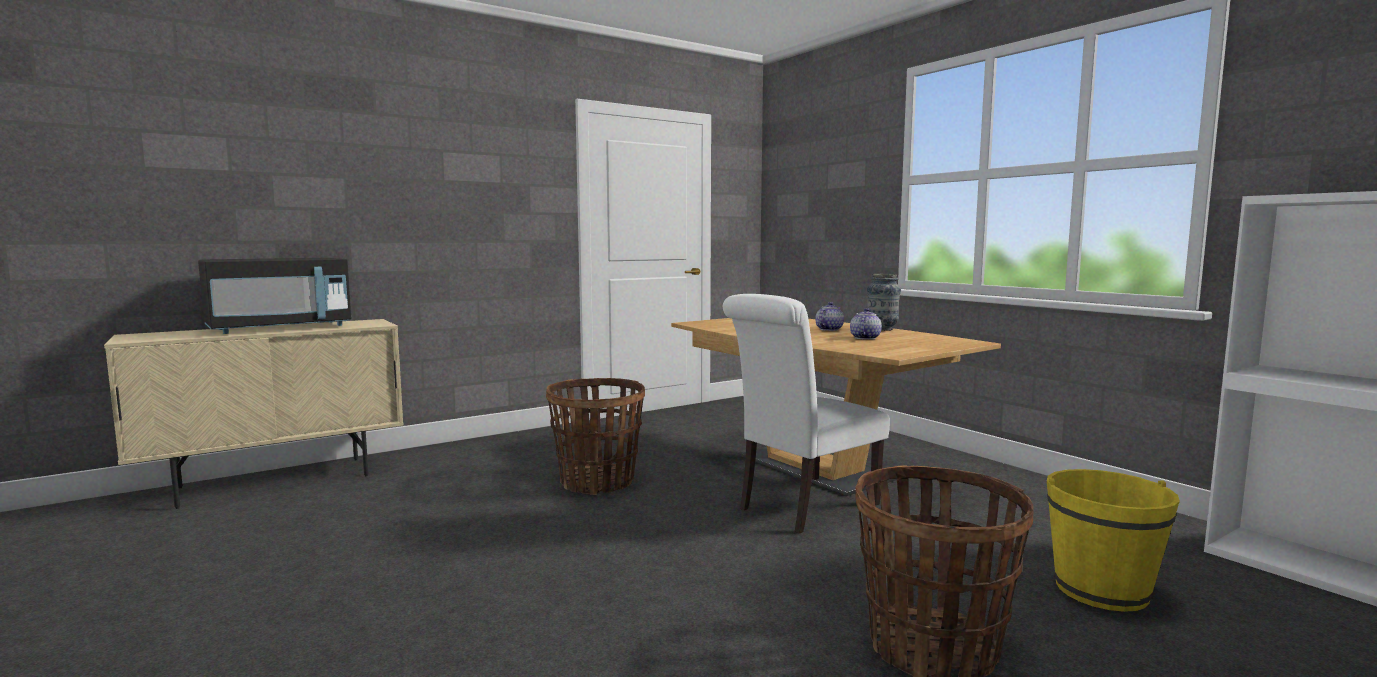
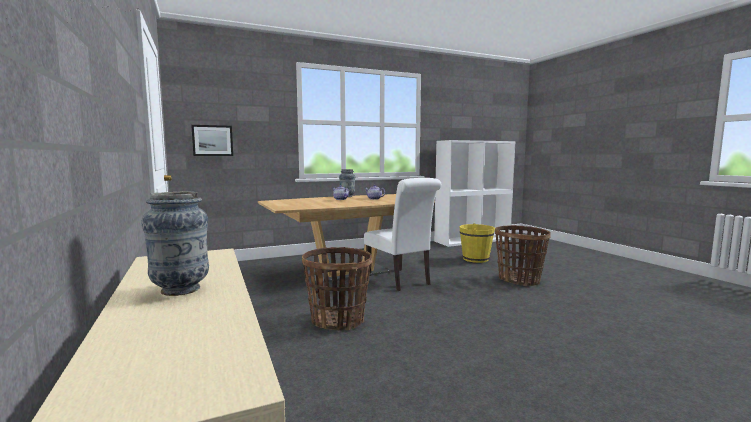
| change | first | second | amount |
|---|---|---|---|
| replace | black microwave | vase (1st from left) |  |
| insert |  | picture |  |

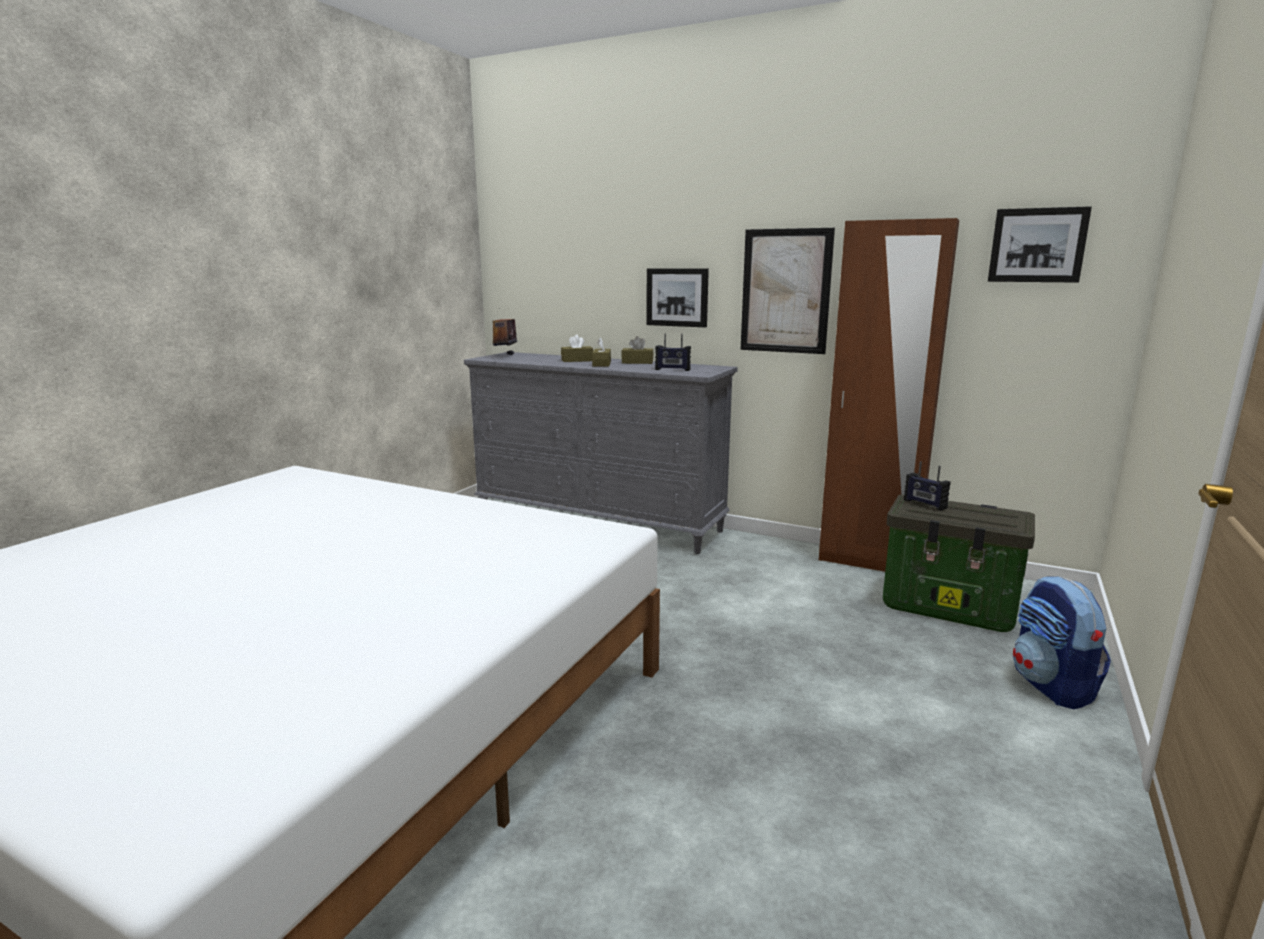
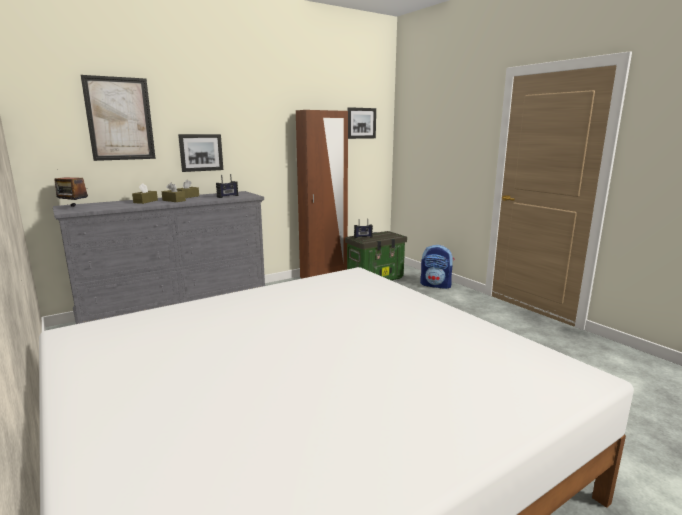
| change | first | second | amount |
|---|---|---|---|
| move | picture (2nd from left in the first image) | picture (1st from left) |  |

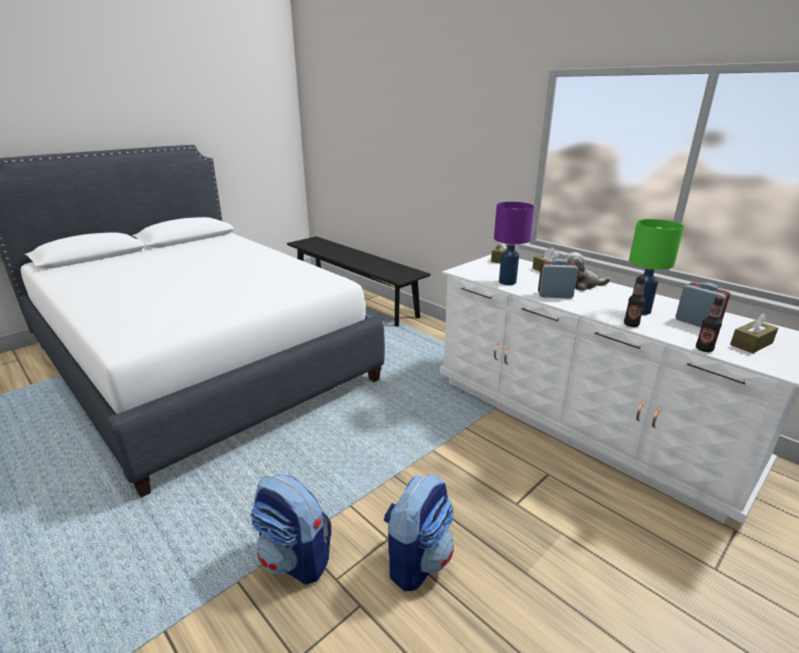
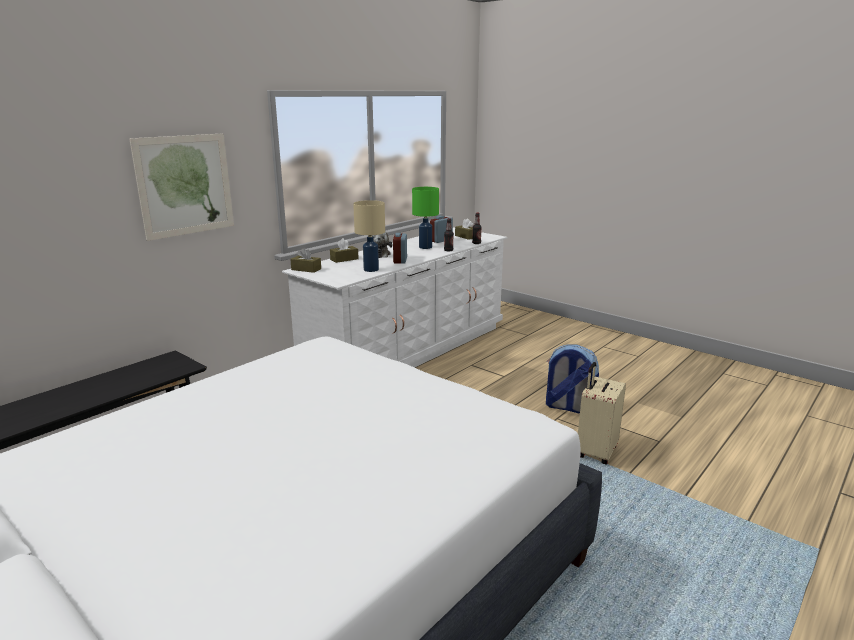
| change | first | second | amount |
|---|---|---|---|
| recolor | purple table lamp | beige table lamp |  |
| replace | backpack (1st from left) | beige suitcase |  |
| insert |  | picture |  |

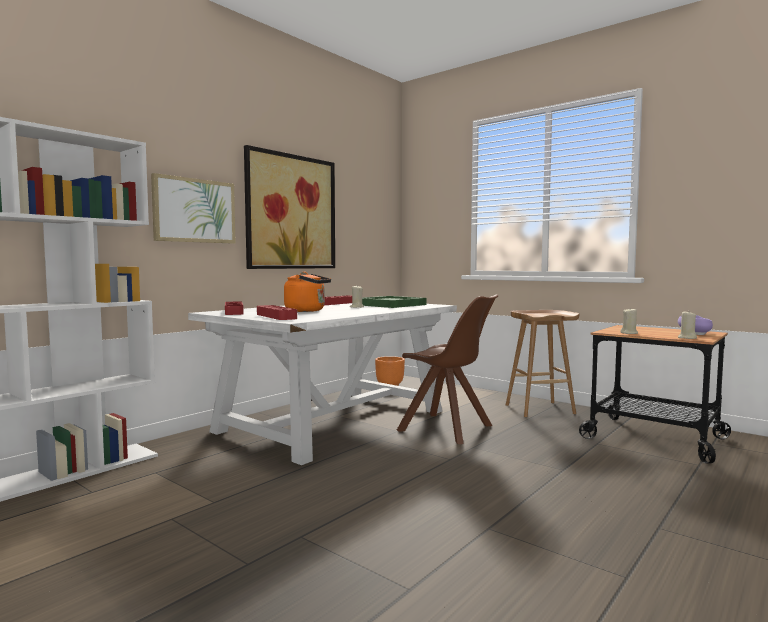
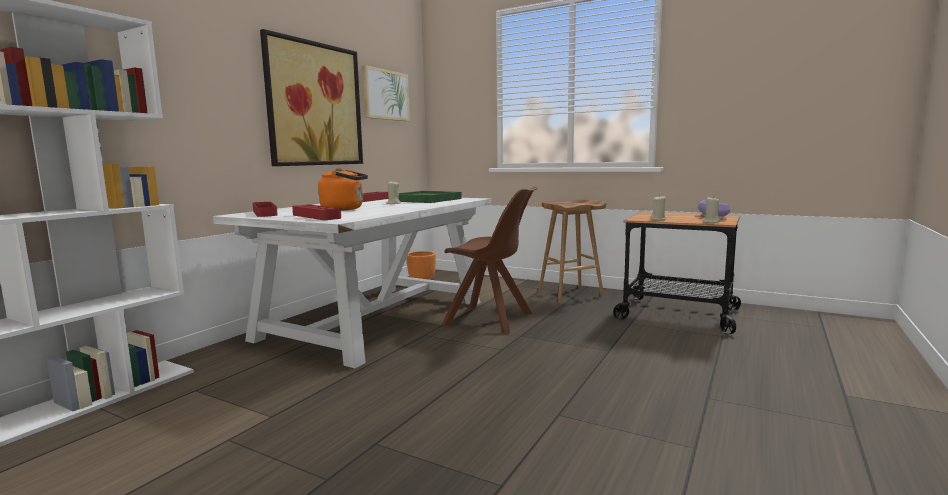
| change | first | second | amount |
|---|---|---|---|
| move | picture (1st from left in the first image) | picture (2nd from left) |  |

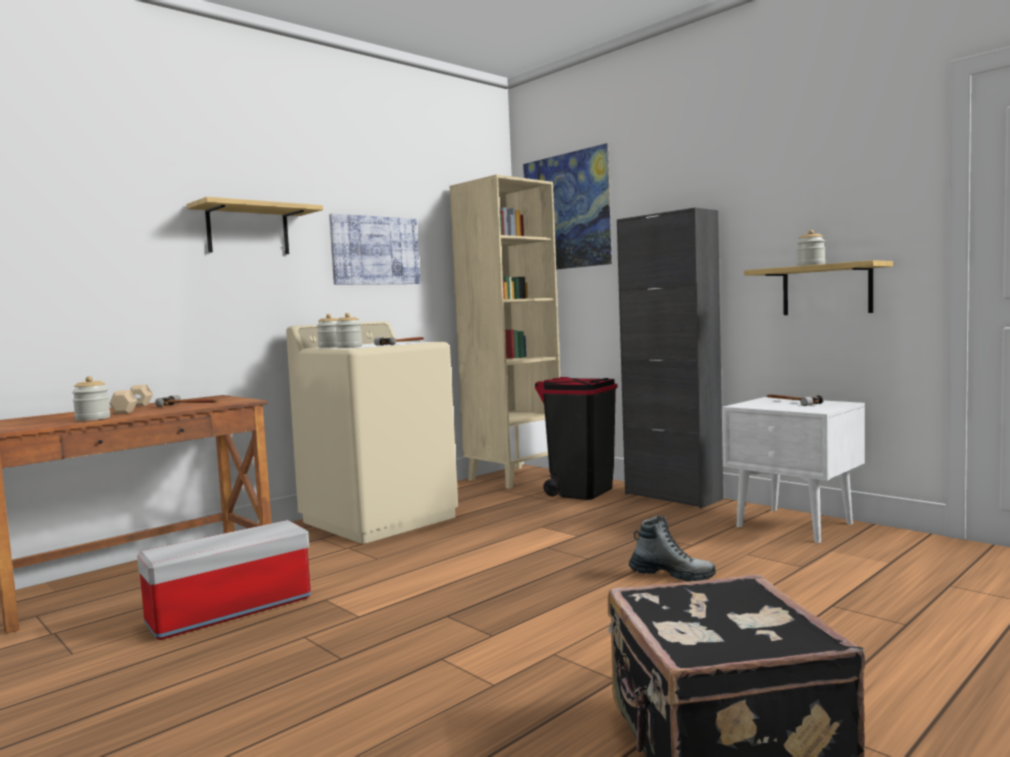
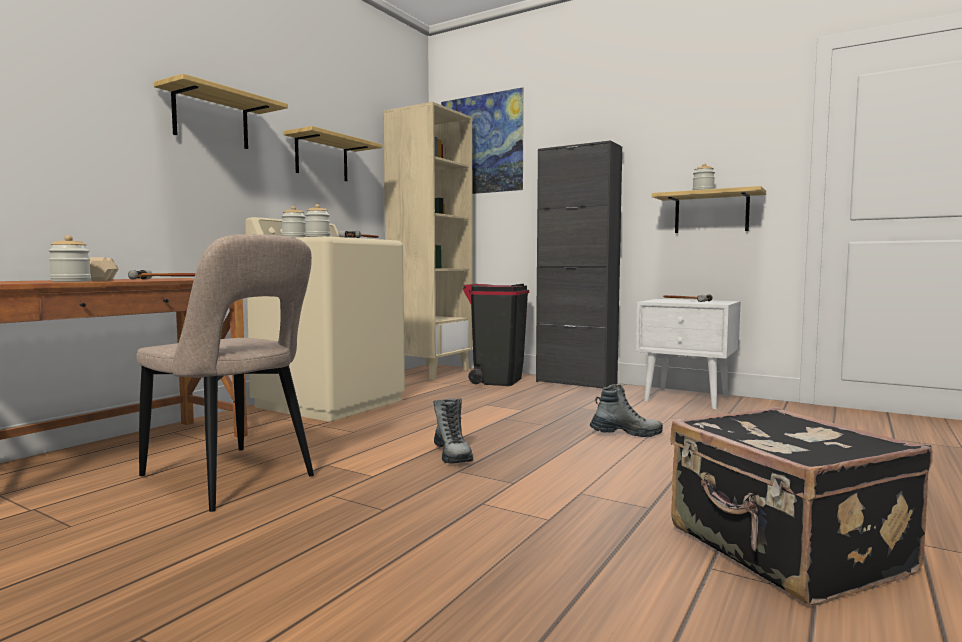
| change | first | second | amount |
|---|---|---|---|
| replace | picture (1st from left) | shelf (2nd from left) |  |
| replace | storage box | beige chair |  |
| insert |  | boot (1st from left) |  |

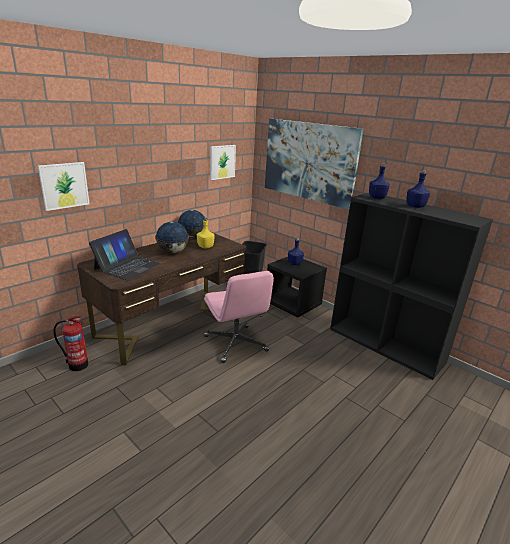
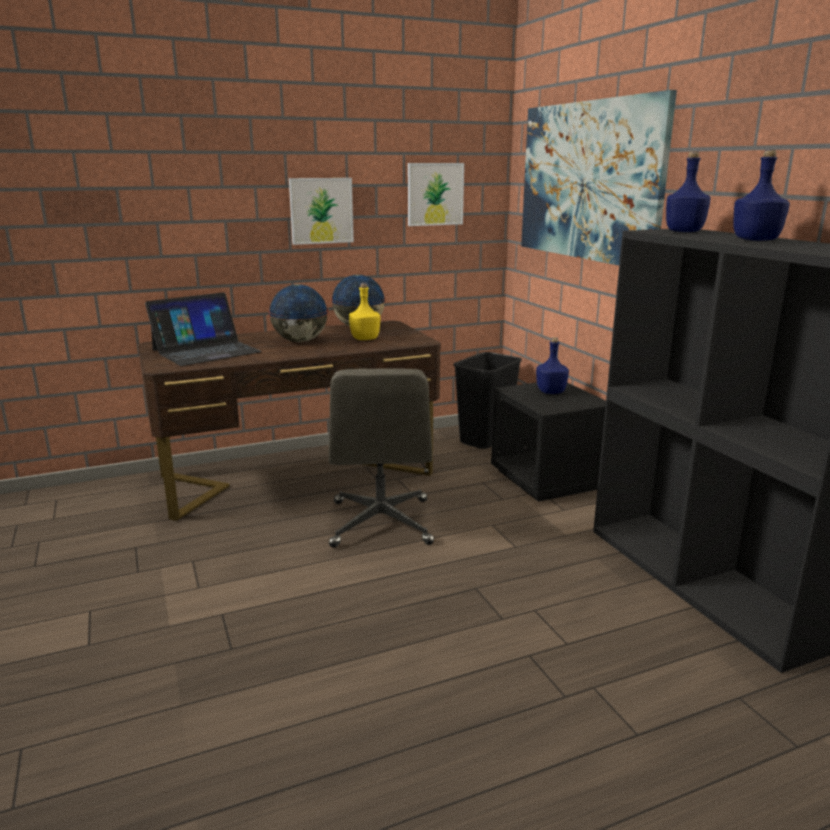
| change | first | second | amount |
|---|---|---|---|
| move | picture (1st from left) |  |  |
| recolor | pink office chair | grey office chair |  |
| delete | fire extinguisher |  |  |

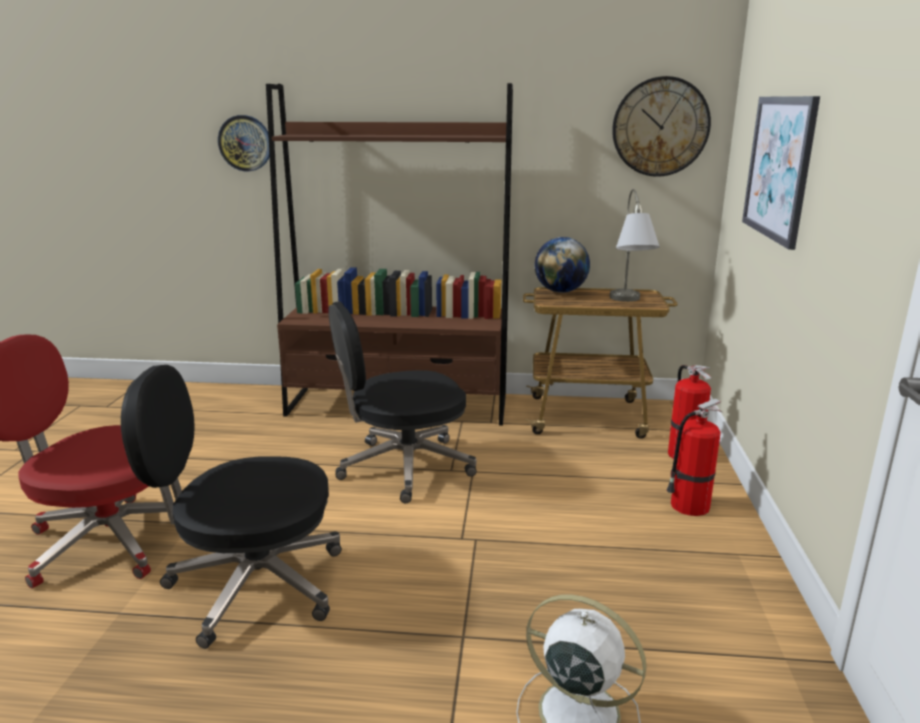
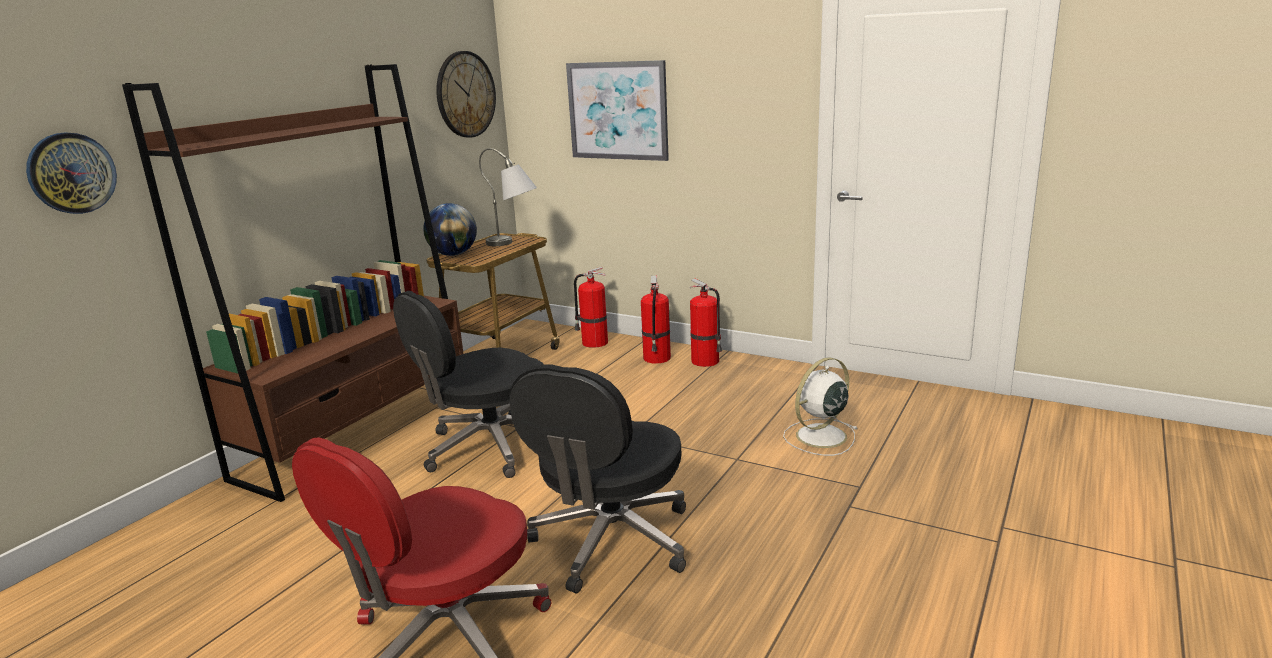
| change | first | second | amount |
|---|---|---|---|
| rotate | black office chair (2nd from left in the first image) | black office chair (1st from left) | 45 degrees clockwise |
| insert |  | fire extinguisher (3rd from left) |  |

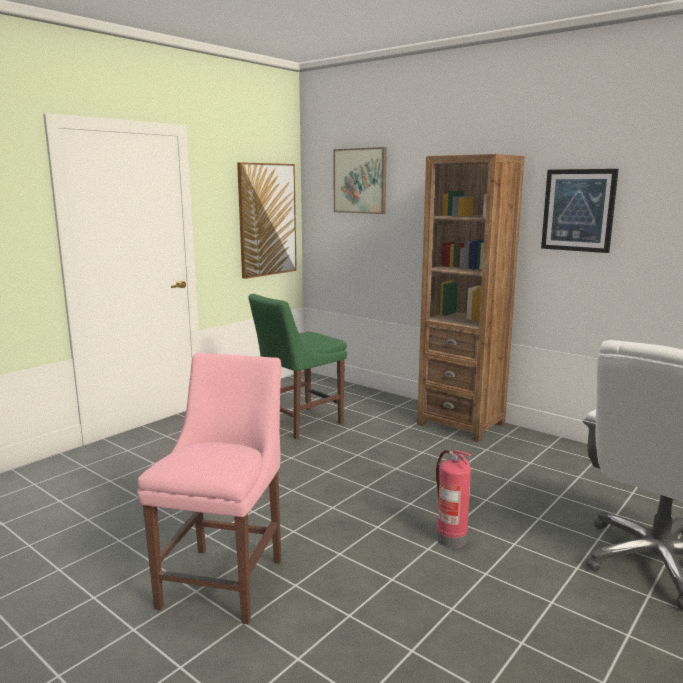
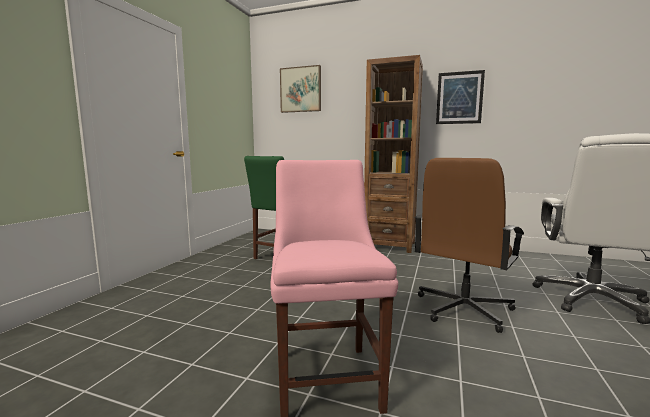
| change | first | second | amount |
|---|---|---|---|
| delete | picture (1st from left) |  |  |
| replace | fire extinguisher | brown office chair |  |

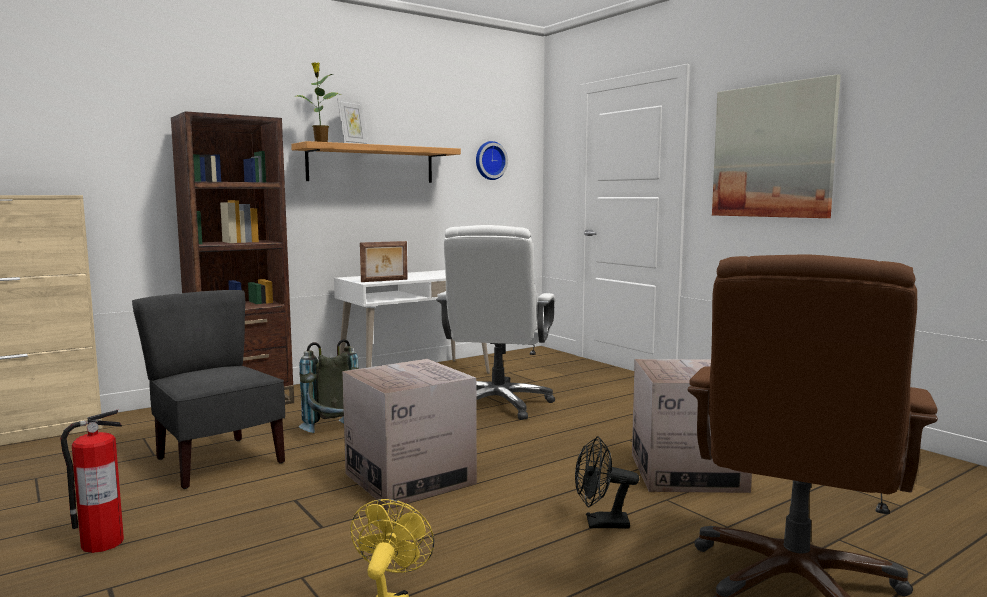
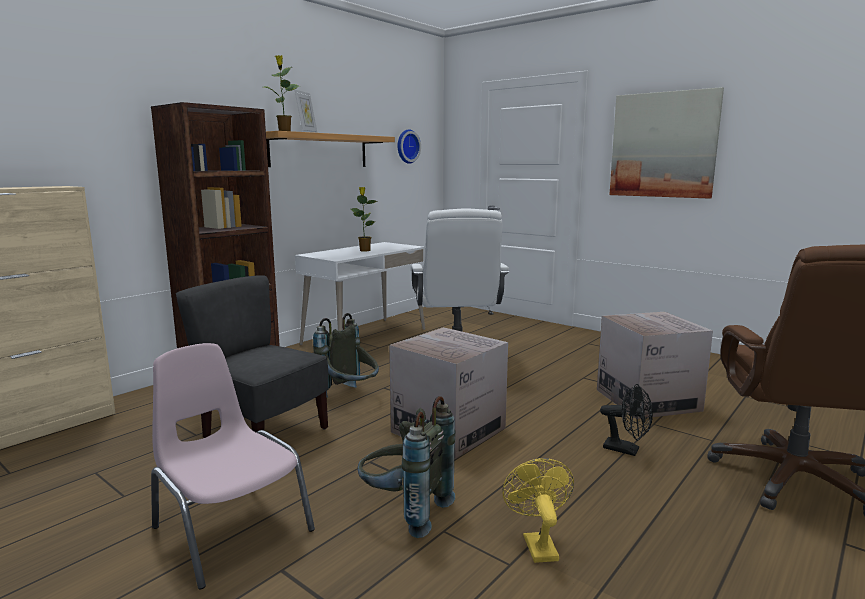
| change | first | second | amount |
|---|---|---|---|
| delete | picture frame (2nd from left) |  |  |
| replace | fire extinguisher | pink chair |  |
| rotate | black fan |  | 135 degrees counterclockwise |
| insert |  | potted plant (2nd from left) |  |
| insert |  | grey backpack (2nd from left) |  |

